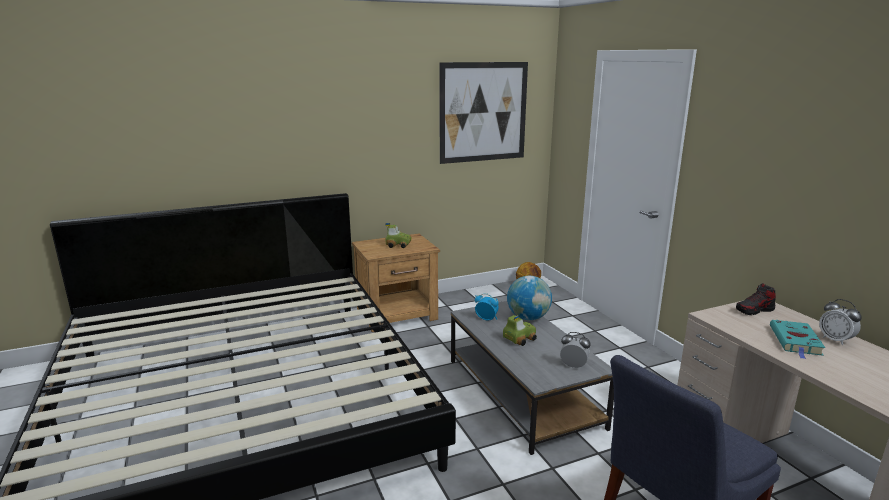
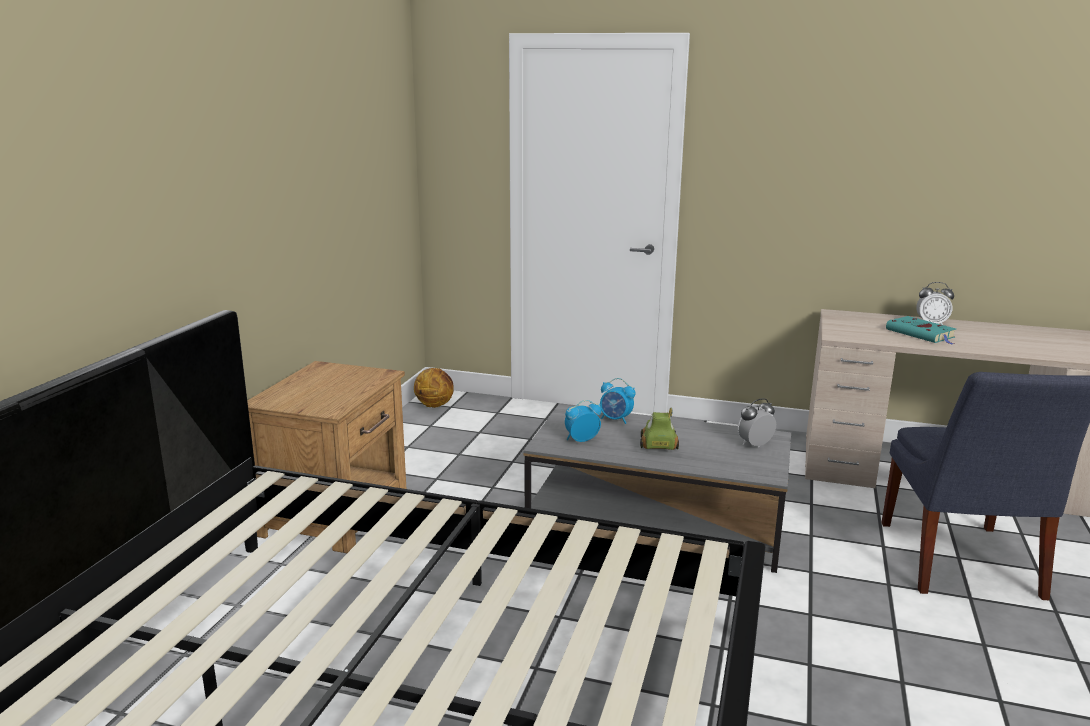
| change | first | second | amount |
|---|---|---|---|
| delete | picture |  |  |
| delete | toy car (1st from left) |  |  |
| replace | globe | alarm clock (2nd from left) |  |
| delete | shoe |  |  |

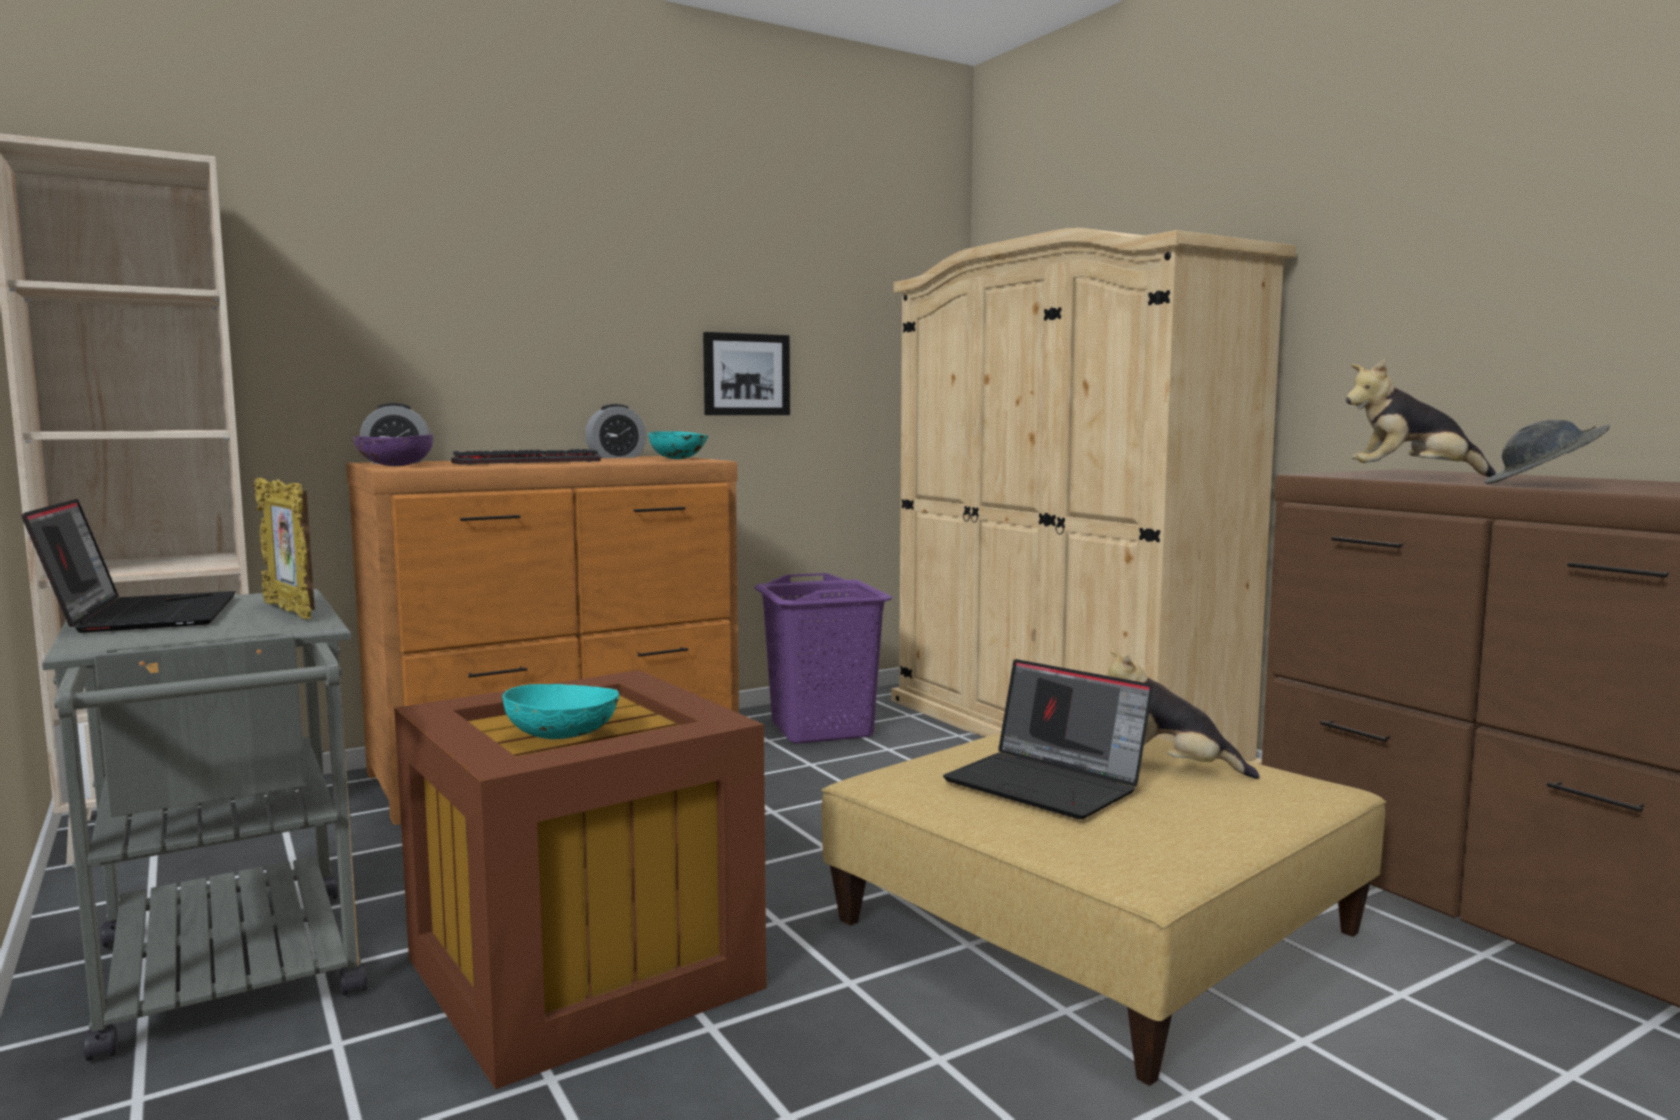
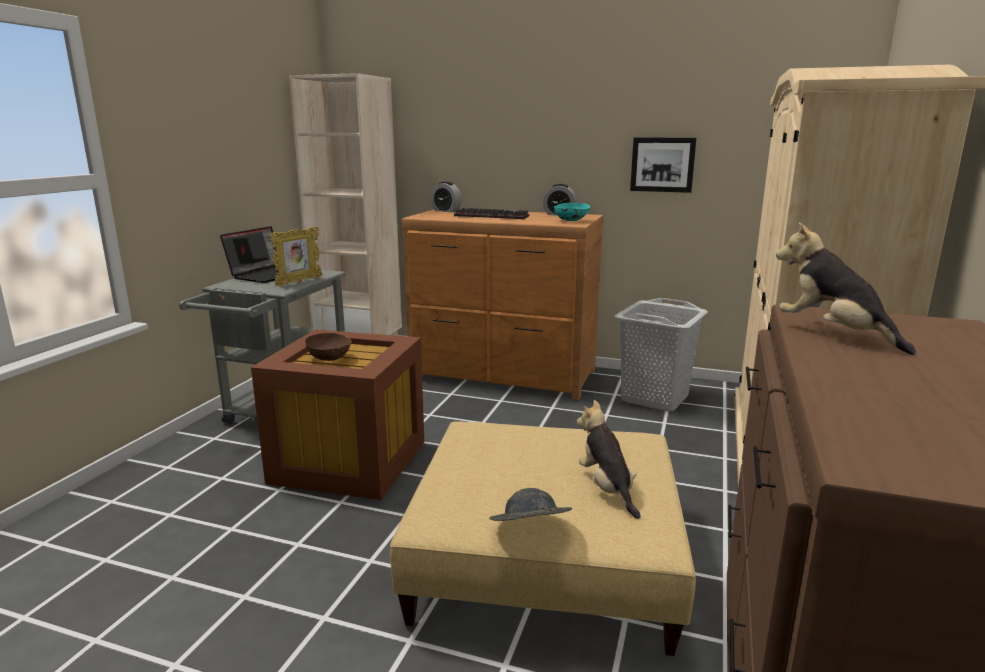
| change | first | second | amount |
|---|---|---|---|
| move | grey hat |  |  |
| delete | purple bowl |  |  |
| rotate | picture frame |  | 150 degrees counterclockwise |
| recolor | purple laundry basket | grey laundry basket |  |
| delete | laptop (2nd from left) |  |  |
| recolor | turquoise bowl (1st from left) | brown bowl |  |

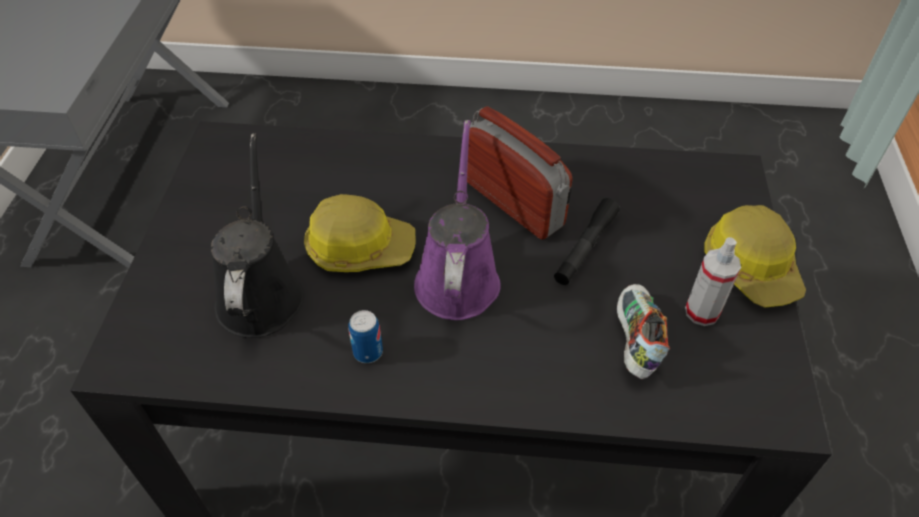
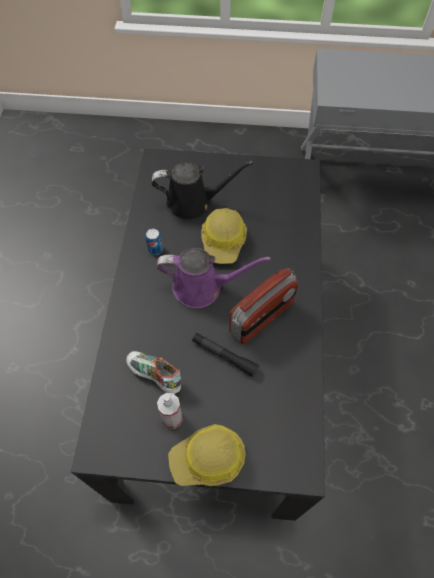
| change | first | second | amount |
|---|---|---|---|
| rotate | shoe |  | 150 degrees counterclockwise |

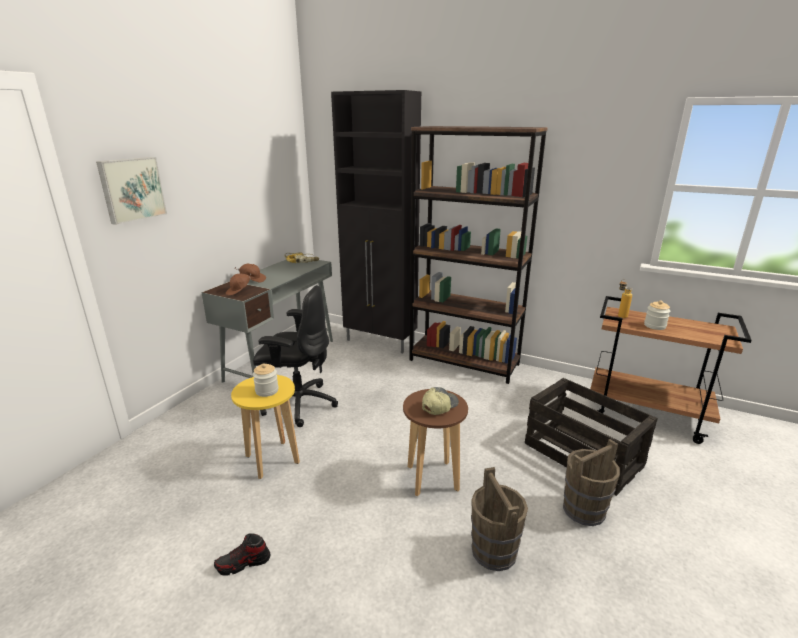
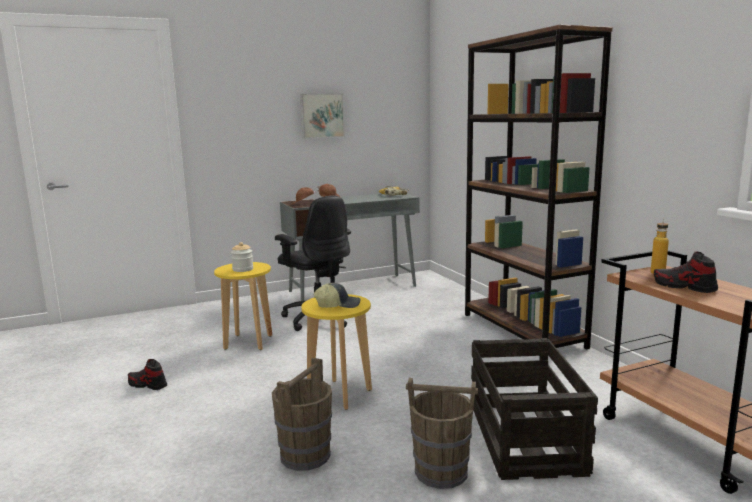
| change | first | second | amount |
|---|---|---|---|
| delete | black cabinet |  |  |
| move | picture |  |  |
| replace | jar (2nd from left) | shoe (2nd from left) |  |
| recolor | brown stool | yellow stool (2nd from left) |  |

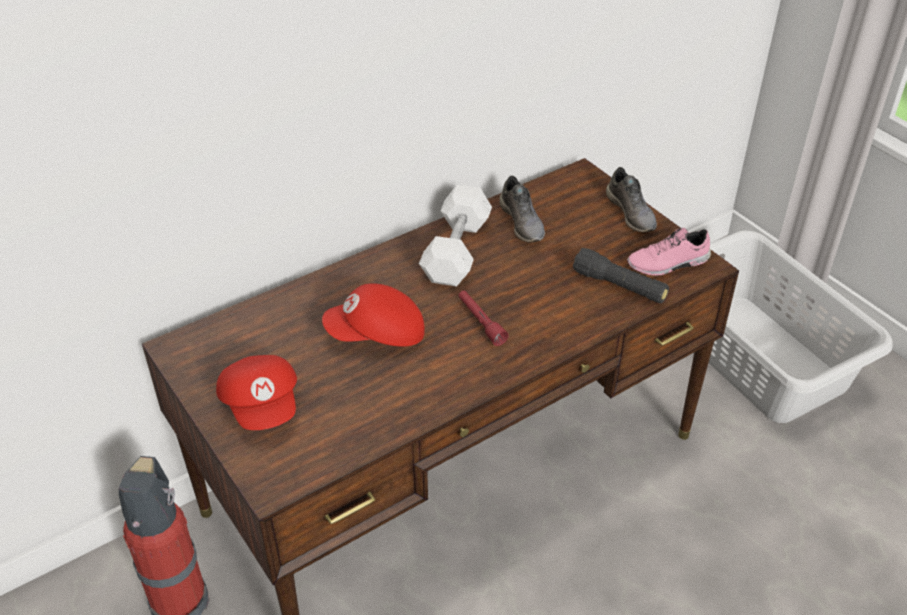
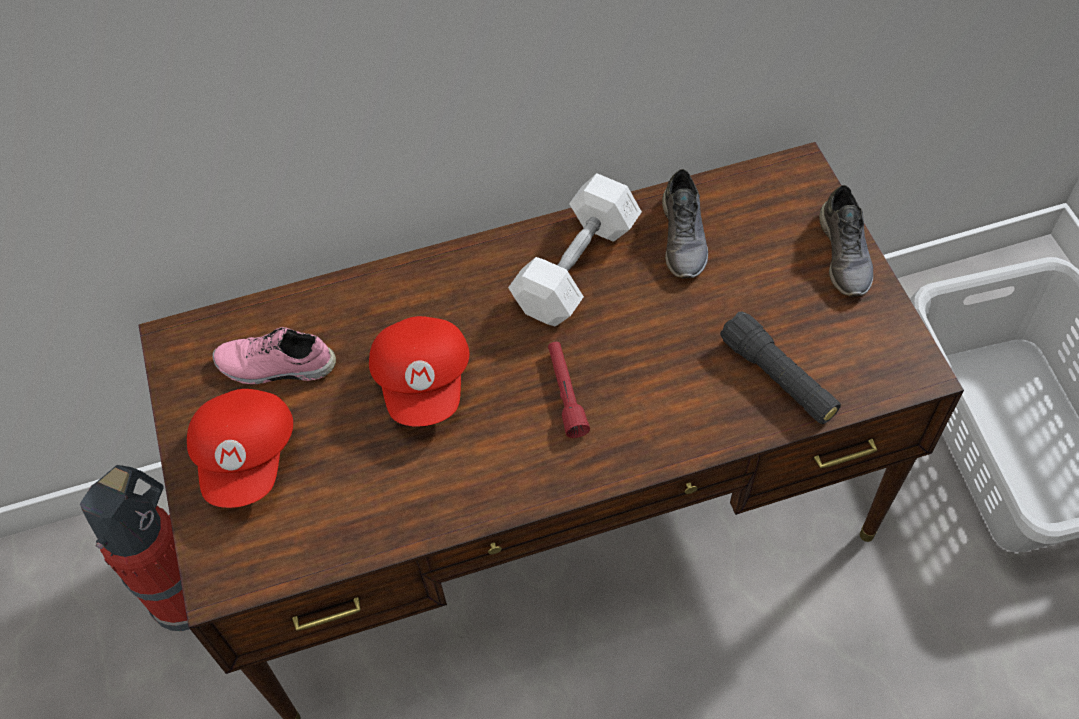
| change | first | second | amount |
|---|---|---|---|
| move | pink shoe |  |  |
| rotate | red cap (2nd from left) |  | 105 degrees counterclockwise |

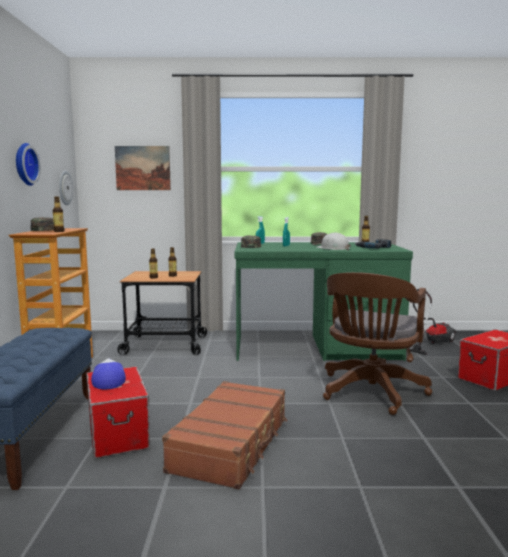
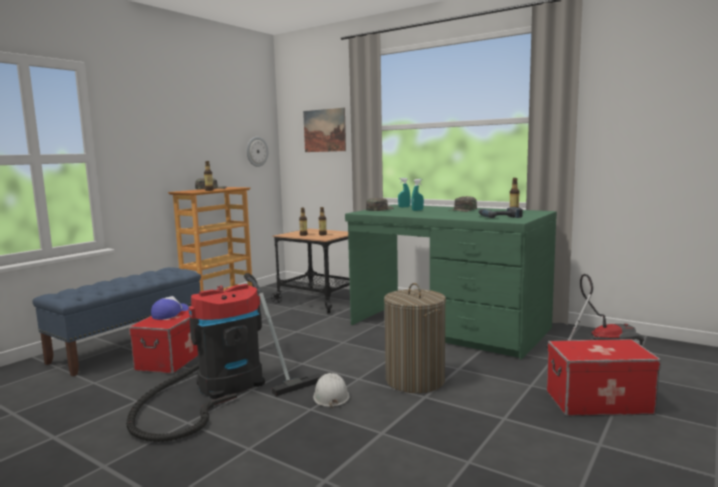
| change | first | second | amount |
|---|---|---|---|
| delete | wall clock (1st from left) |  |  |
| move | white hard hat |  |  |
| replace | brown office chair | laundry basket |  |
| replace | brown suitcase | vacuum cleaner (1st from left) |  |

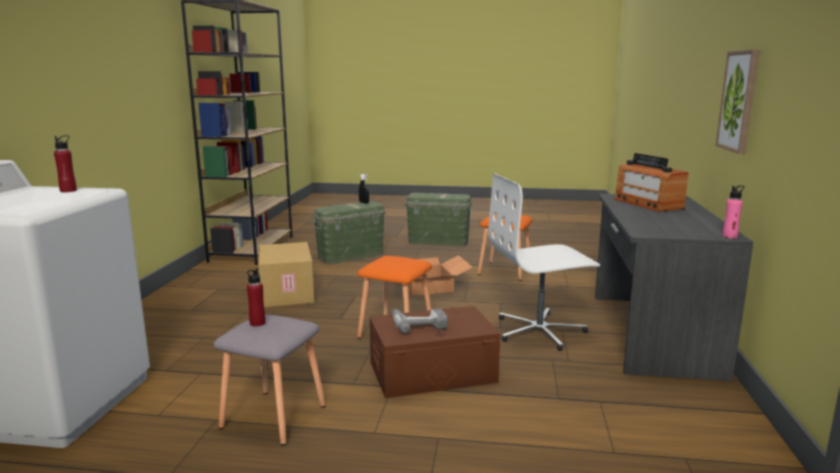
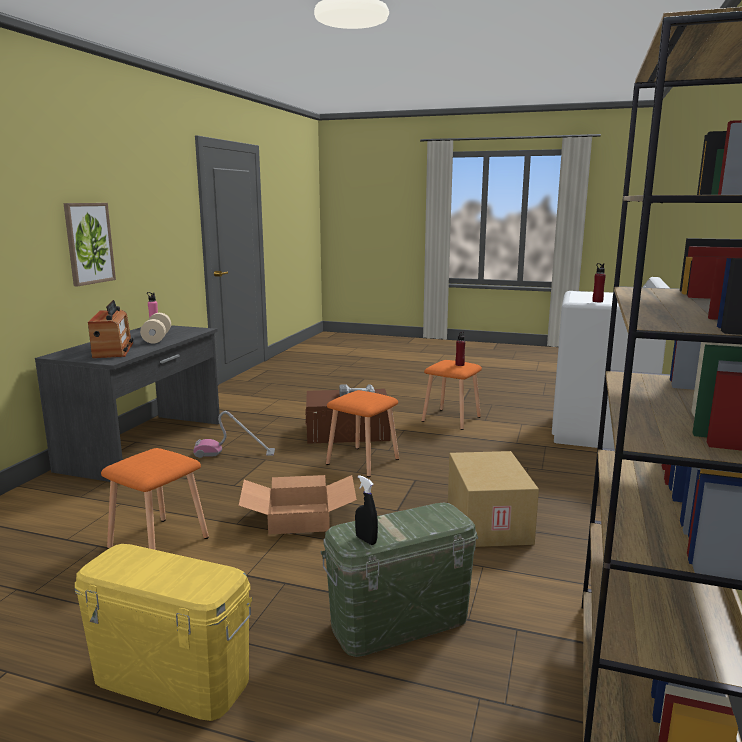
| change | first | second | amount |
|---|---|---|---|
| replace | white office chair | vacuum cleaner |  |
| recolor | green storage box (2nd from left) | yellow storage box |  |
| recolor | grey stool | orange stool (3rd from left) |  |
| insert |  | beige dumbbell |  |

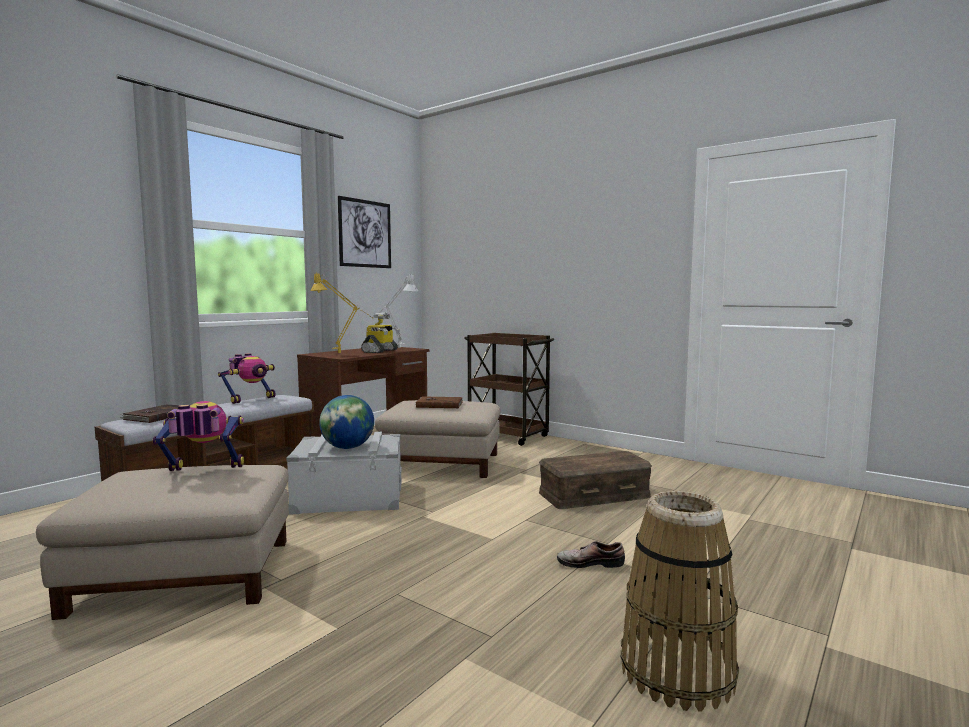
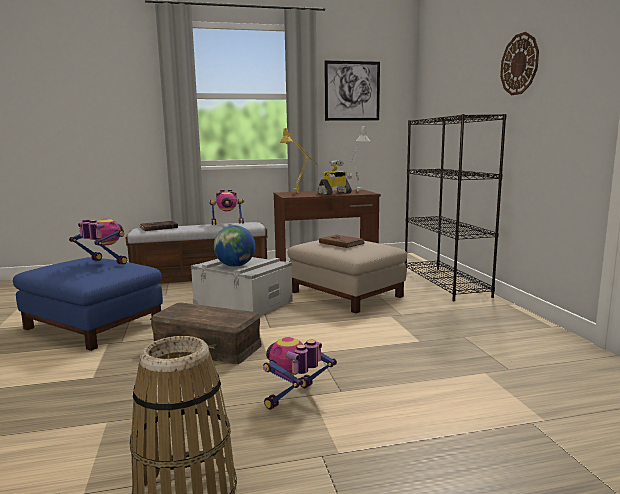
| change | first | second | amount |
|---|---|---|---|
| replace | brown cart | black bookcase |  |
| move | brown storage box |  |  |
| recolor | beige ottoman (1st from left) | blue ottoman |  |
| replace | shoe | toy robot (3rd from left) |  |
| insert |  | wall clock |  |

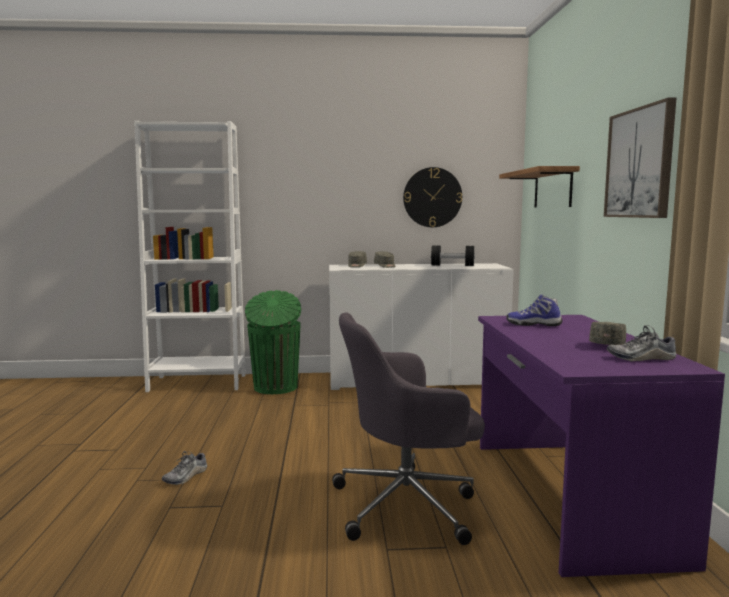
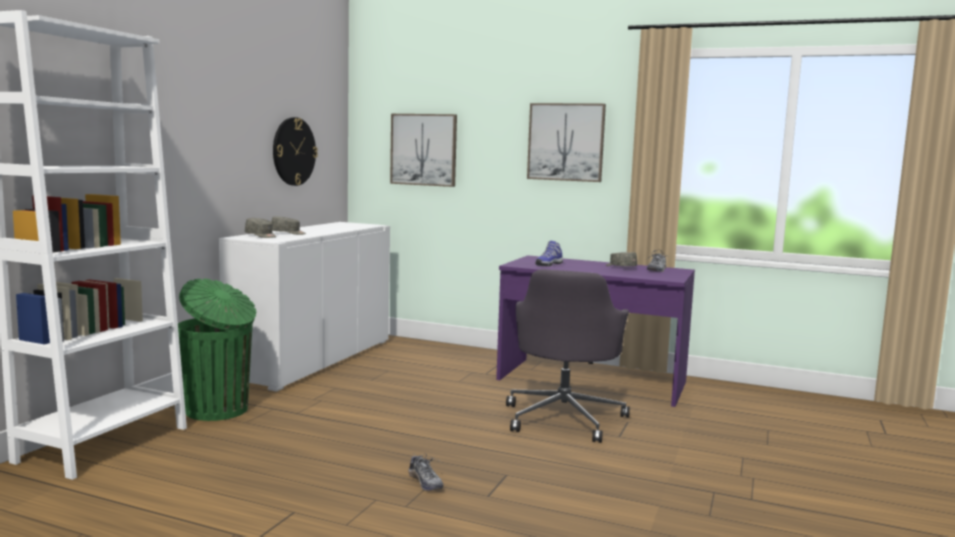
| change | first | second | amount |
|---|---|---|---|
| replace | shelf | picture (1st from left) |  |
| delete | black dumbbell |  |  |

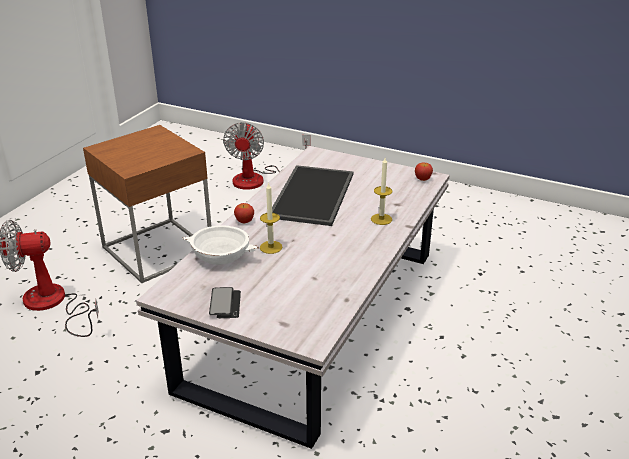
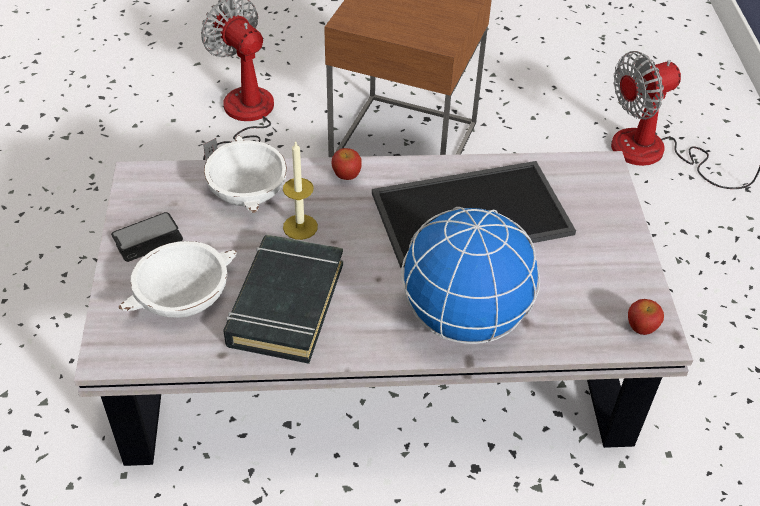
| change | first | second | amount |
|---|---|---|---|
| replace | candle (2nd from left) | globe |  |
| insert |  | black book |  |
| insert |  | white bowl (1st from left) |  |

